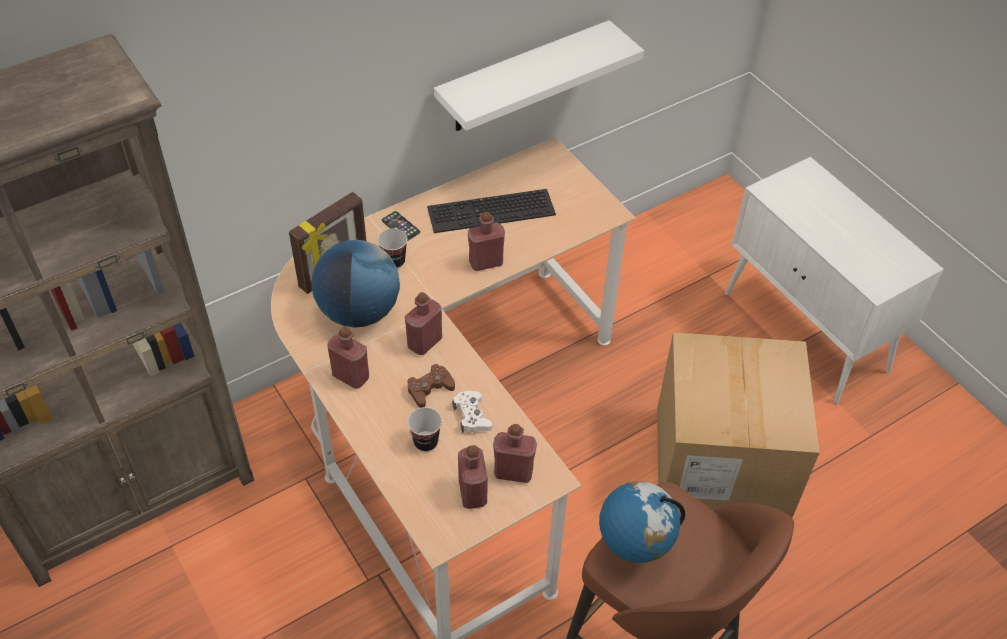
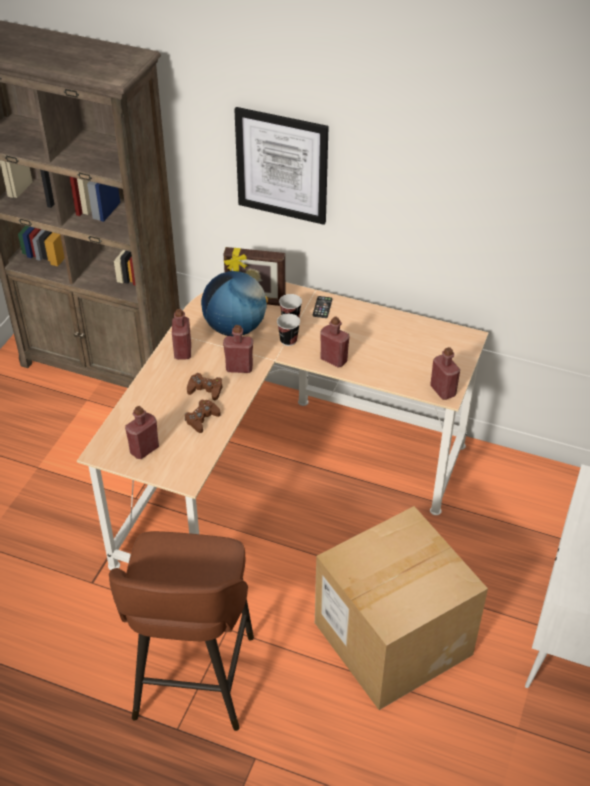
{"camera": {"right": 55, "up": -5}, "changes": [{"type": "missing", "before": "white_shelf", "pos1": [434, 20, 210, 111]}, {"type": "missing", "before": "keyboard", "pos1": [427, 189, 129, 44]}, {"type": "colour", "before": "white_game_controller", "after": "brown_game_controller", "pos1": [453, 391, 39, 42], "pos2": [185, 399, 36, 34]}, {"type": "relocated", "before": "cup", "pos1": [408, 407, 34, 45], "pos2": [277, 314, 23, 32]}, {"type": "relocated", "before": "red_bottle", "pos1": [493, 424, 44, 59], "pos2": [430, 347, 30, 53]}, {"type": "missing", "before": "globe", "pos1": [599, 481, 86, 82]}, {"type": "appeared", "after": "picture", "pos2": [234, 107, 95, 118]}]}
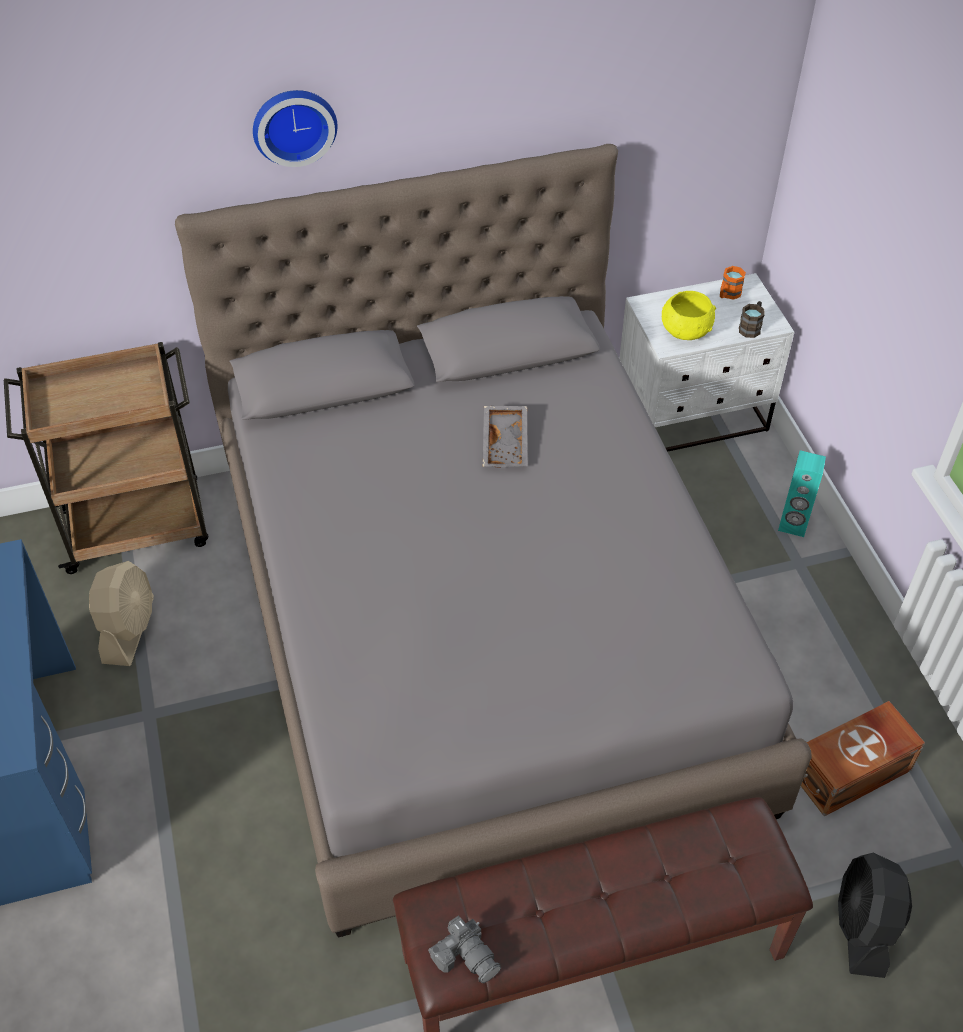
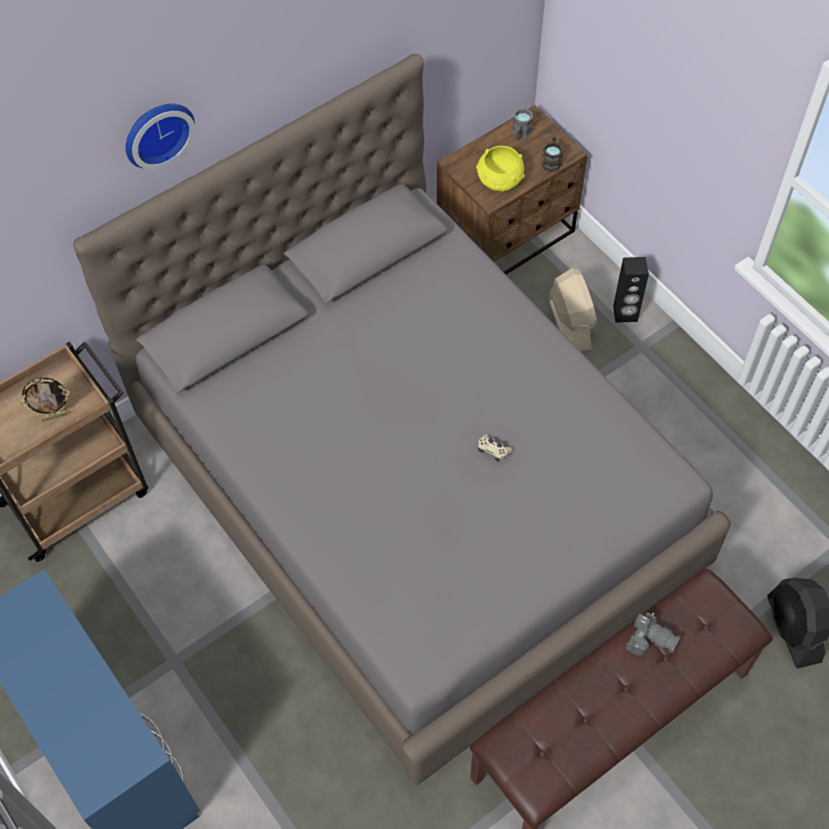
{"camera": {"right": -20, "up": 10}, "changes": [{"type": "colour", "before": "orange_mug", "after": "grey_mug", "pos1": [720, 266, 26, 34], "pos2": [513, 108, 20, 32]}, {"type": "colour", "before": "white_nightstand", "after": "brown_nightstand", "pos1": [619, 273, 175, 179], "pos2": [437, 105, 151, 169]}, {"type": "missing", "before": "grey_tray", "pos1": [483, 406, 45, 61]}, {"type": "colour", "before": "turquoise_speaker", "after": "black_speaker", "pos1": [778, 450, 48, 87], "pos2": [613, 257, 36, 66]}, {"type": "relocated", "before": "beige_fan", "pos1": [89, 561, 65, 105], "pos2": [549, 268, 48, 83]}, {"type": "missing", "before": "brown_storage_box", "pos1": [801, 701, 124, 115]}, {"type": "relocated", "before": "photo_camera", "pos1": [428, 915, 73, 68], "pos2": [626, 612, 55, 44]}, {"type": "appeared", "after": "picture_frame", "pos2": [20, 377, 50, 44]}, {"type": "appeared", "after": "beige_game_controller", "pos2": [478, 434, 34, 28]}]}
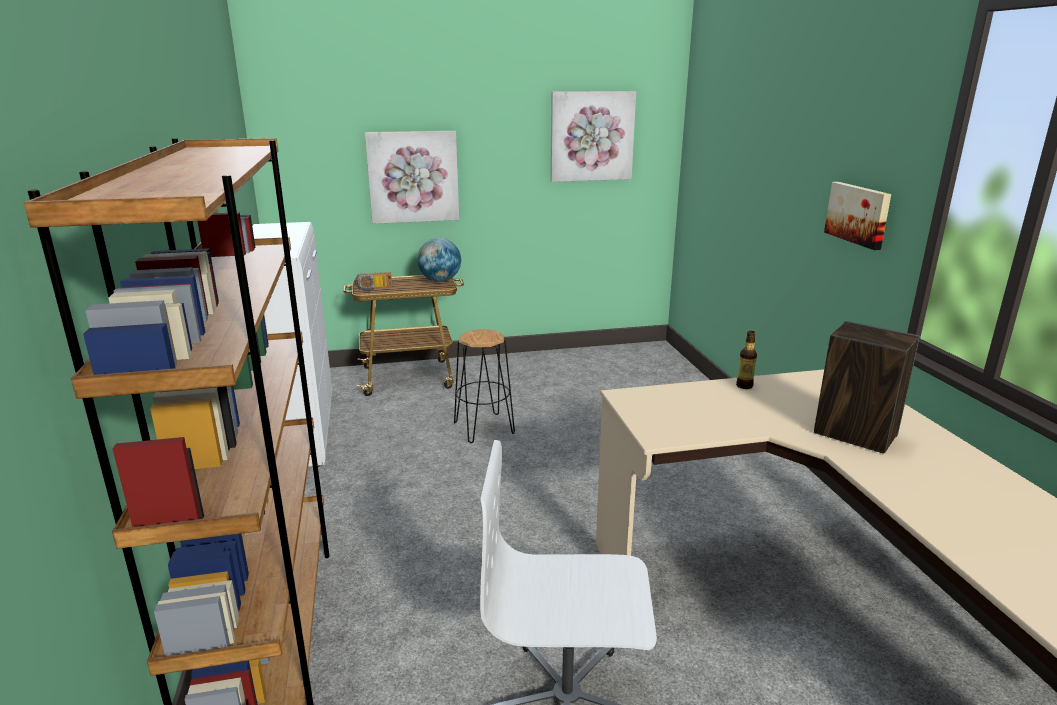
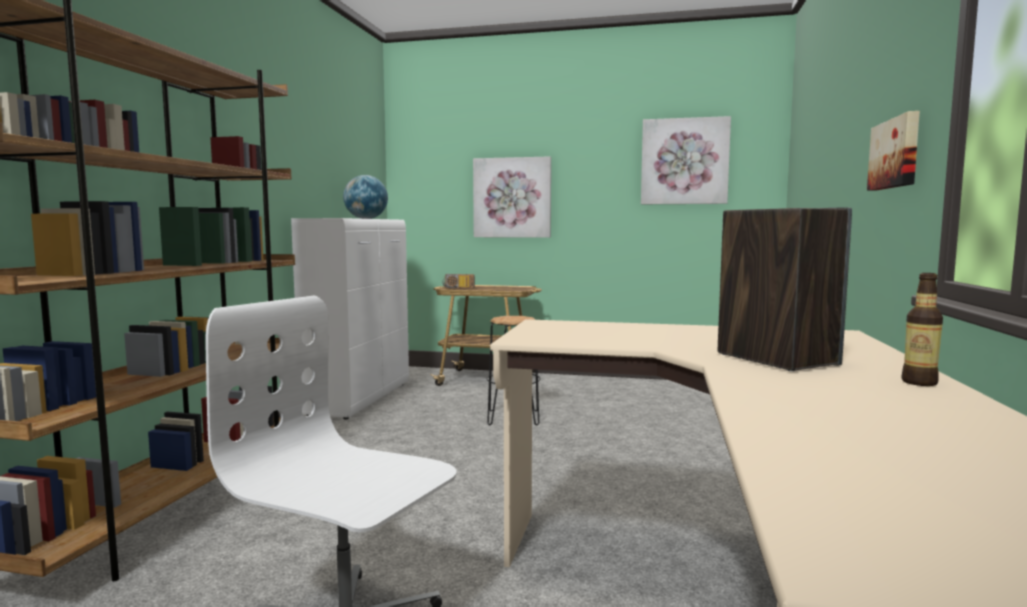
{"camera": {"right": 25, "up": -15}, "changes": [{"type": "relocated", "before": "globe", "pos1": [417, 238, 44, 44], "pos2": [343, 175, 45, 44]}, {"type": "relocated", "before": "bottle", "pos1": [736, 331, 21, 58], "pos2": [901, 273, 42, 113]}]}
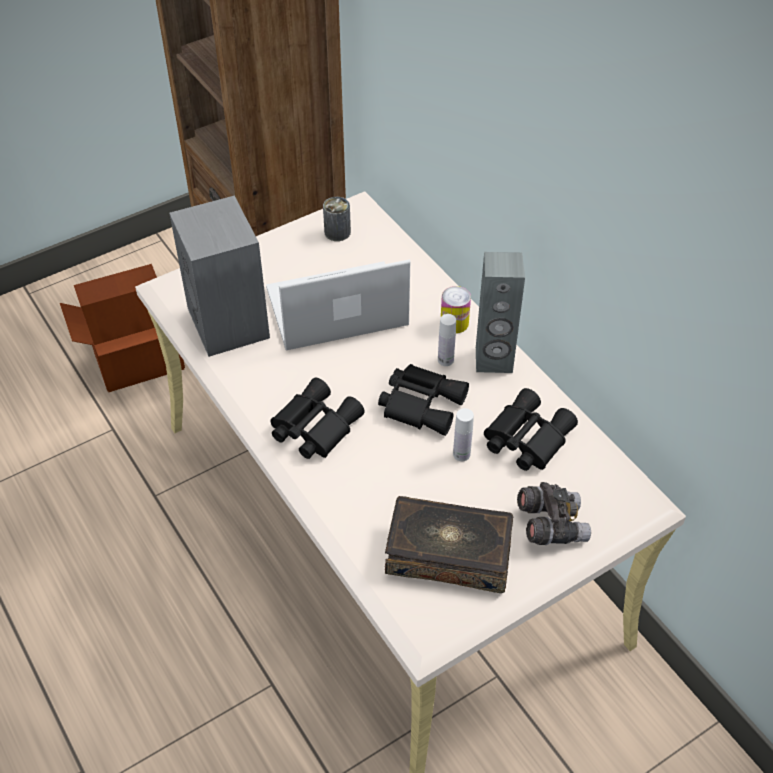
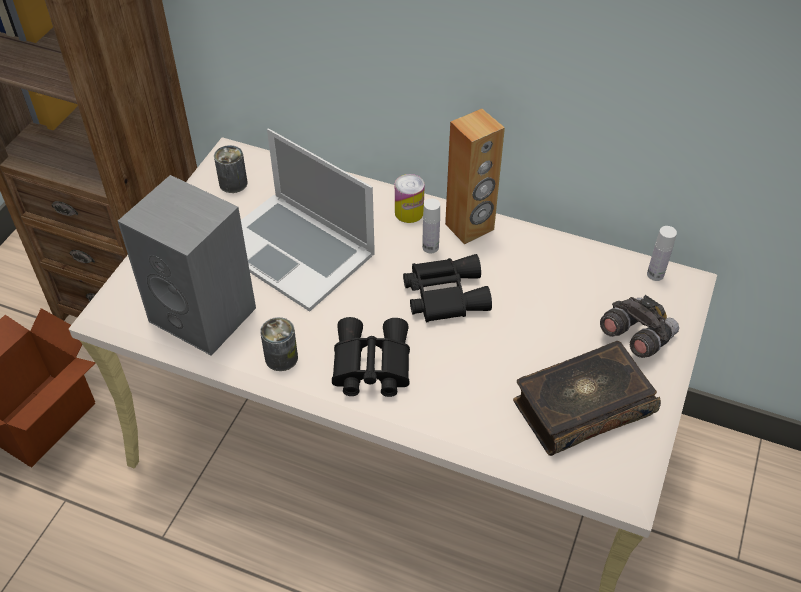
{"camera": {"right": -35, "up": 0}, "changes": [{"type": "colour", "before": "grey_speaker", "after": "brown_speaker", "pos1": [476, 252, 49, 121], "pos2": [445, 108, 60, 136]}, {"type": "spun", "before": "laptop", "pos1": [266, 259, 144, 91], "pos2": [241, 128, 134, 184], "turn": -90}, {"type": "missing", "before": "black_binoculars", "pos1": [484, 388, 94, 83]}, {"type": "relocated", "before": "white_bottle", "pos1": [453, 408, 21, 53], "pos2": [647, 226, 30, 55]}, {"type": "appeared", "after": "can", "pos2": [260, 317, 38, 54]}]}
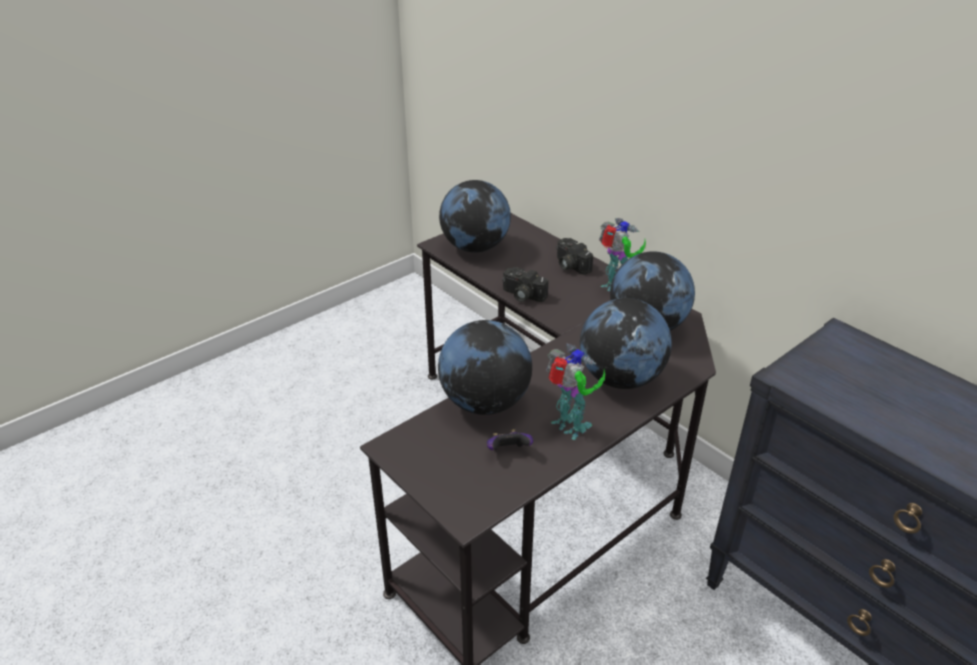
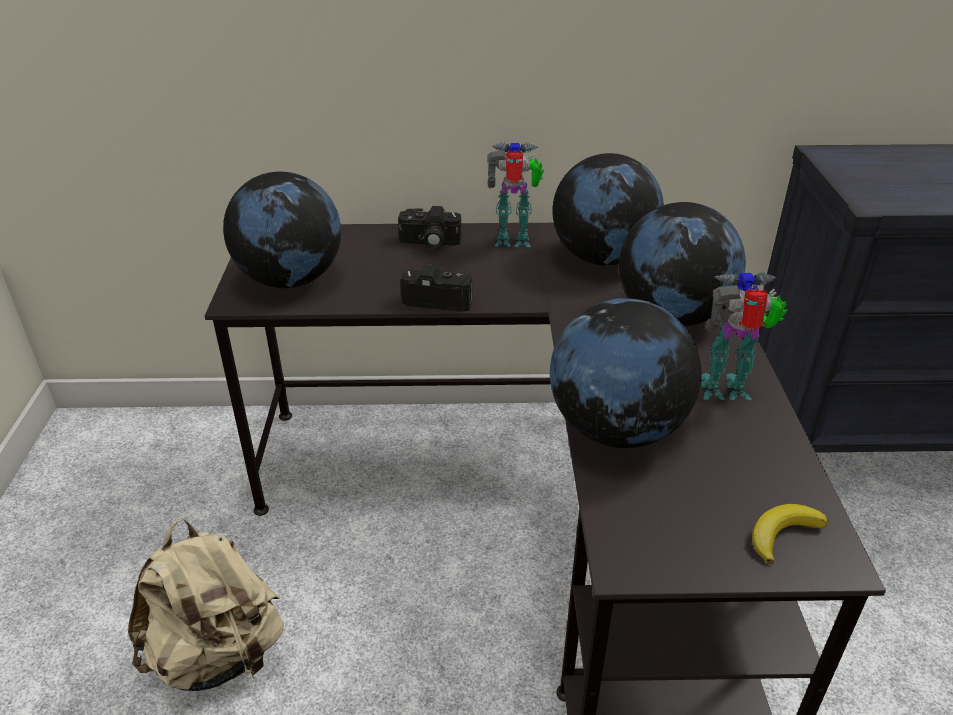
{"camera": {"right": -50, "up": 0}, "changes": [{"type": "spun", "before": "photo_camera", "pos1": [502, 267, 47, 35], "pos2": [400, 264, 72, 48], "turn": -150}, {"type": "missing", "before": "game_controller", "pos1": [487, 429, 46, 21]}, {"type": "appeared", "after": "banana", "pos2": [752, 504, 76, 61]}, {"type": "appeared", "after": "beige_backpack", "pos2": [128, 518, 156, 173]}]}
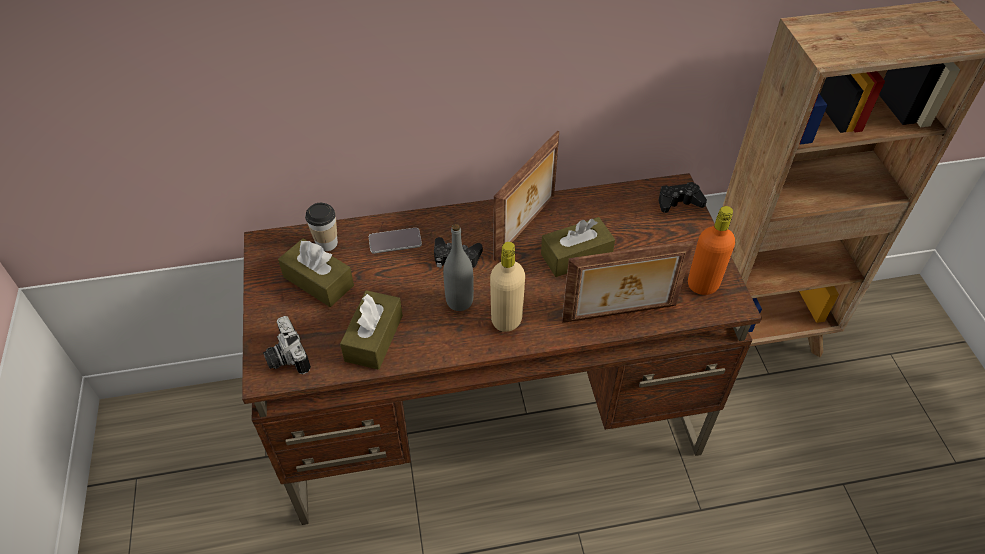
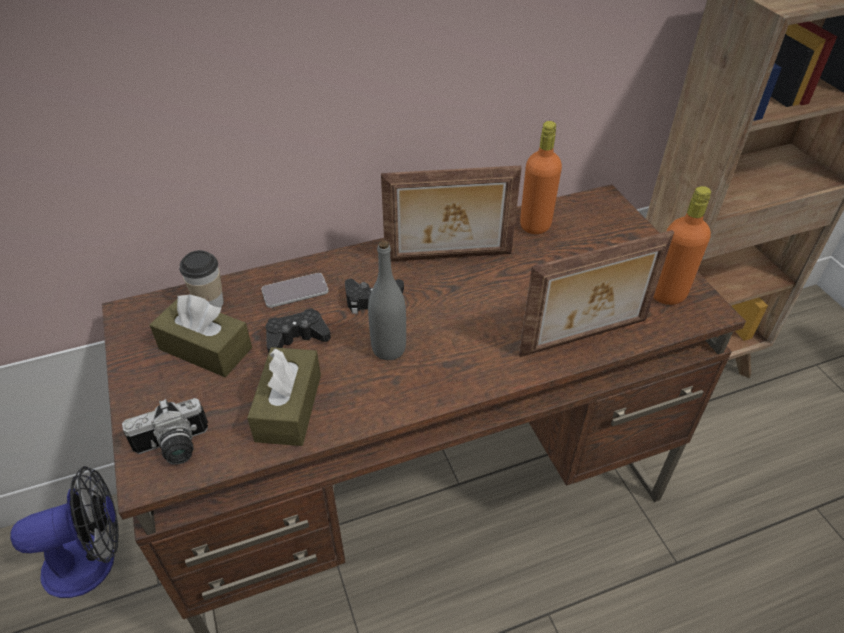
{"camera": {"right": -10, "up": -5}, "changes": [{"type": "spun", "before": "picture_frame", "pos1": [494, 131, 65, 130], "pos2": [381, 165, 141, 97], "turn": 60}, {"type": "relocated", "before": "black_game_controller", "pos1": [658, 182, 49, 31], "pos2": [266, 308, 65, 45]}, {"type": "missing", "before": "brown_tissue_box", "pos1": [541, 217, 74, 60]}, {"type": "missing", "before": "beige_bottle", "pos1": [490, 242, 35, 90]}, {"type": "spun", "before": "photo_camera", "pos1": [263, 316, 48, 58], "pos2": [122, 398, 86, 67], "turn": -75}, {"type": "appeared", "after": "orange_bottle", "pos2": [520, 121, 42, 113]}, {"type": "appeared", "after": "fan", "pos2": [10, 466, 109, 132]}]}
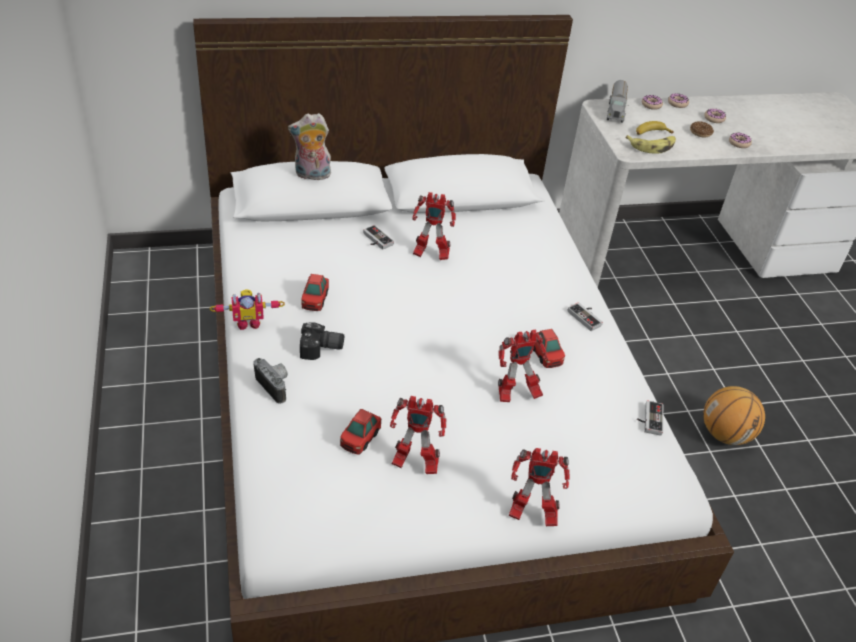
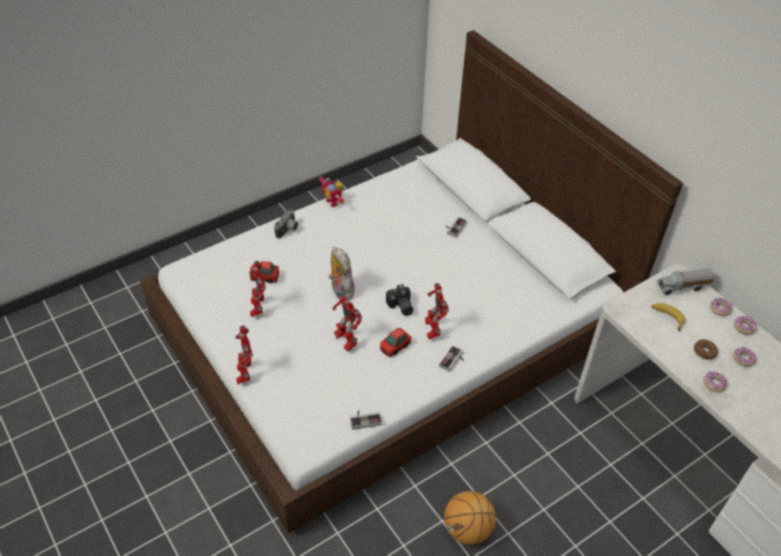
{"camera": {"right": 70, "up": 5}, "changes": [{"type": "relocated", "before": "plush_toy", "pos1": [288, 113, 43, 67], "pos2": [329, 247, 26, 53]}, {"type": "missing", "before": "banana", "pos1": [626, 135, 50, 18]}, {"type": "relocated", "before": "toy_robot", "pos1": [412, 192, 44, 68], "pos2": [425, 283, 24, 56]}, {"type": "missing", "before": "toy_car", "pos1": [301, 274, 28, 37]}, {"type": "relocated", "before": "photo_camera", "pos1": [300, 322, 44, 38], "pos2": [386, 284, 27, 32]}]}
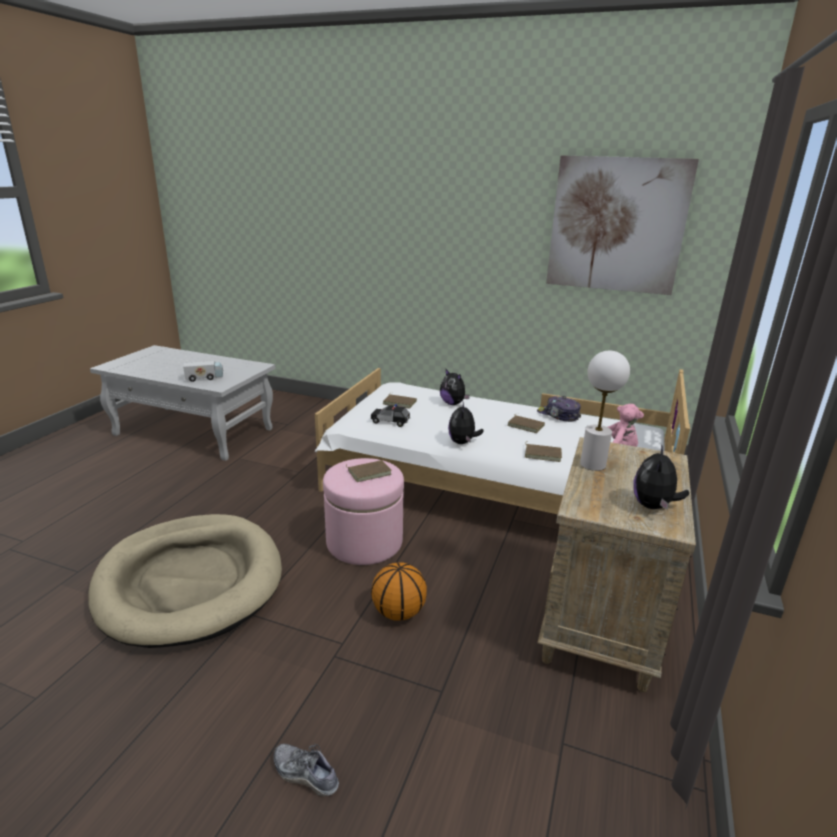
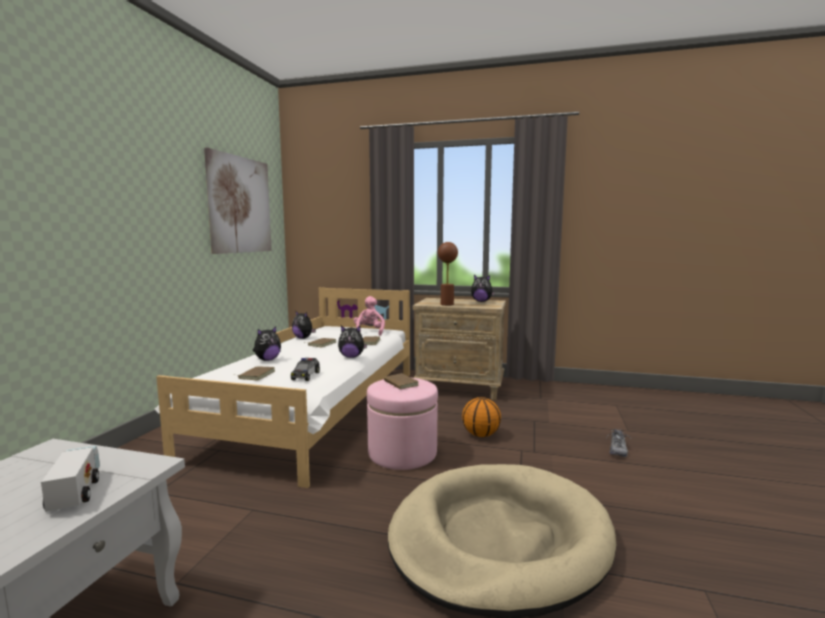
{"camera": {"right": -95, "up": -15}, "changes": [{"type": "colour", "before": "white_table_lamp", "after": "brown_table_lamp", "pos1": [580, 350, 50, 121], "pos2": [438, 242, 20, 64]}, {"type": "exchanged", "before": "cap", "after": "plush_toy", "pos1": [537, 396, 44, 26], "pos2": [292, 311, 24, 28]}]}
